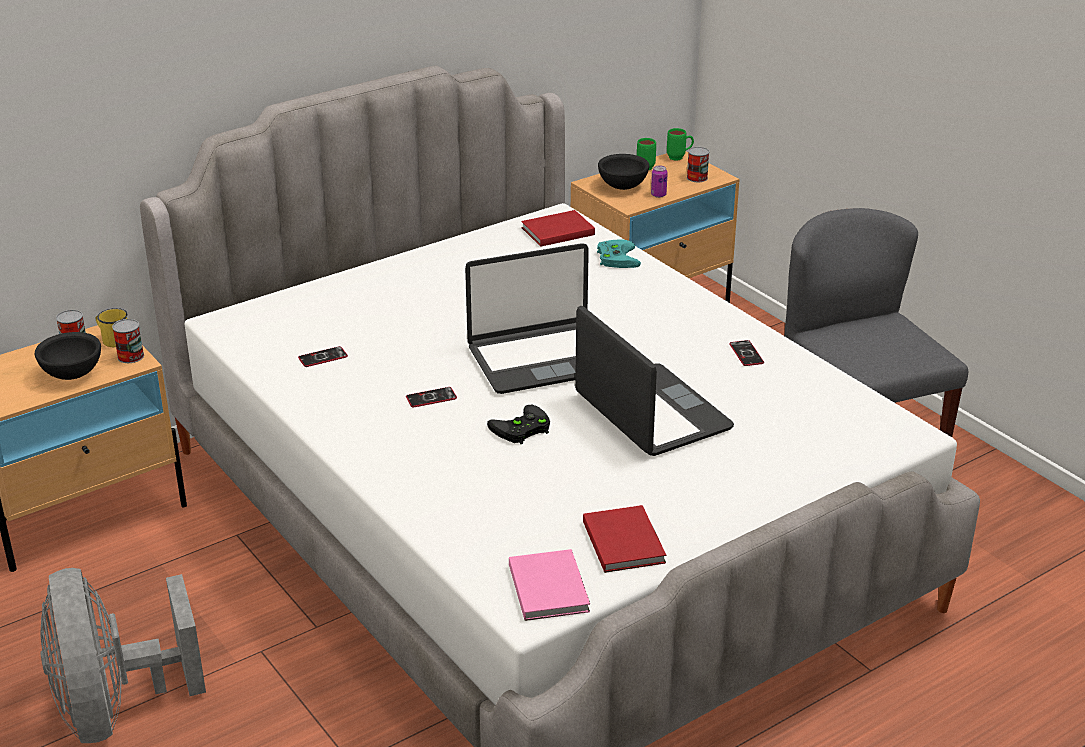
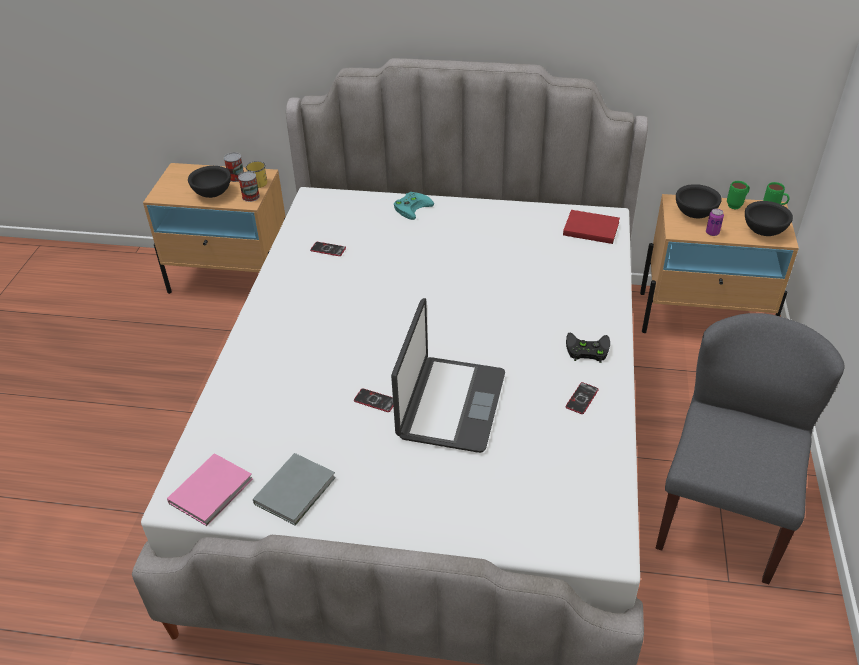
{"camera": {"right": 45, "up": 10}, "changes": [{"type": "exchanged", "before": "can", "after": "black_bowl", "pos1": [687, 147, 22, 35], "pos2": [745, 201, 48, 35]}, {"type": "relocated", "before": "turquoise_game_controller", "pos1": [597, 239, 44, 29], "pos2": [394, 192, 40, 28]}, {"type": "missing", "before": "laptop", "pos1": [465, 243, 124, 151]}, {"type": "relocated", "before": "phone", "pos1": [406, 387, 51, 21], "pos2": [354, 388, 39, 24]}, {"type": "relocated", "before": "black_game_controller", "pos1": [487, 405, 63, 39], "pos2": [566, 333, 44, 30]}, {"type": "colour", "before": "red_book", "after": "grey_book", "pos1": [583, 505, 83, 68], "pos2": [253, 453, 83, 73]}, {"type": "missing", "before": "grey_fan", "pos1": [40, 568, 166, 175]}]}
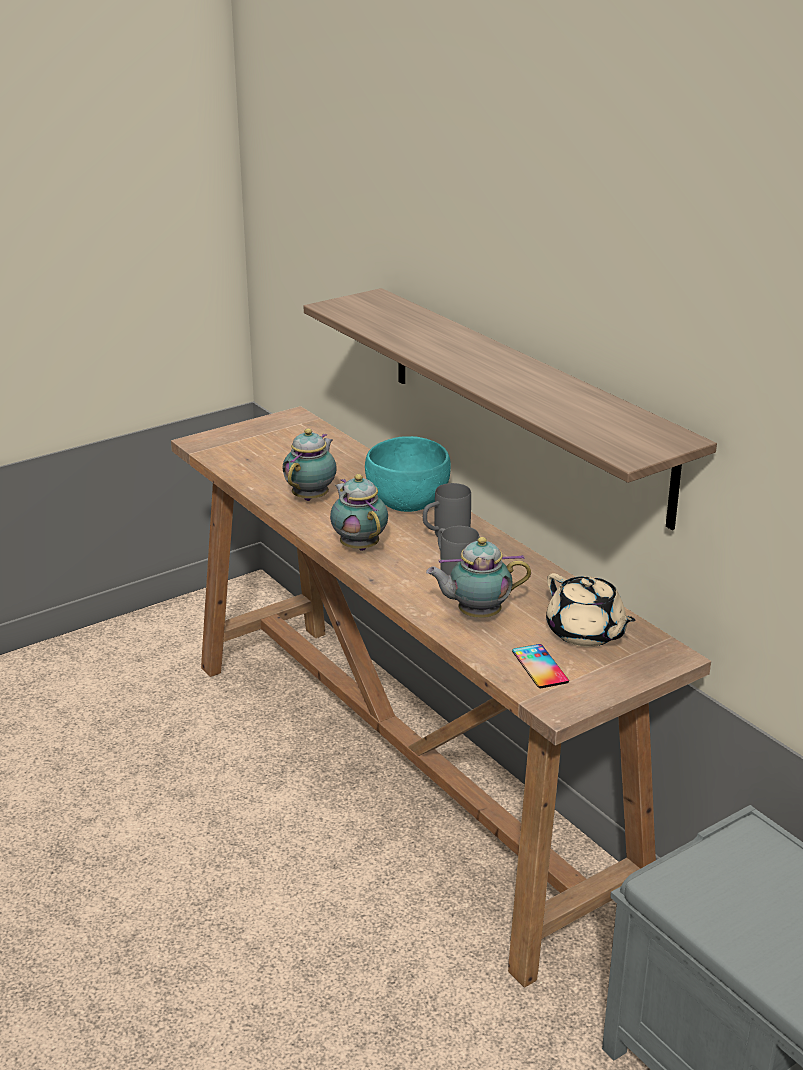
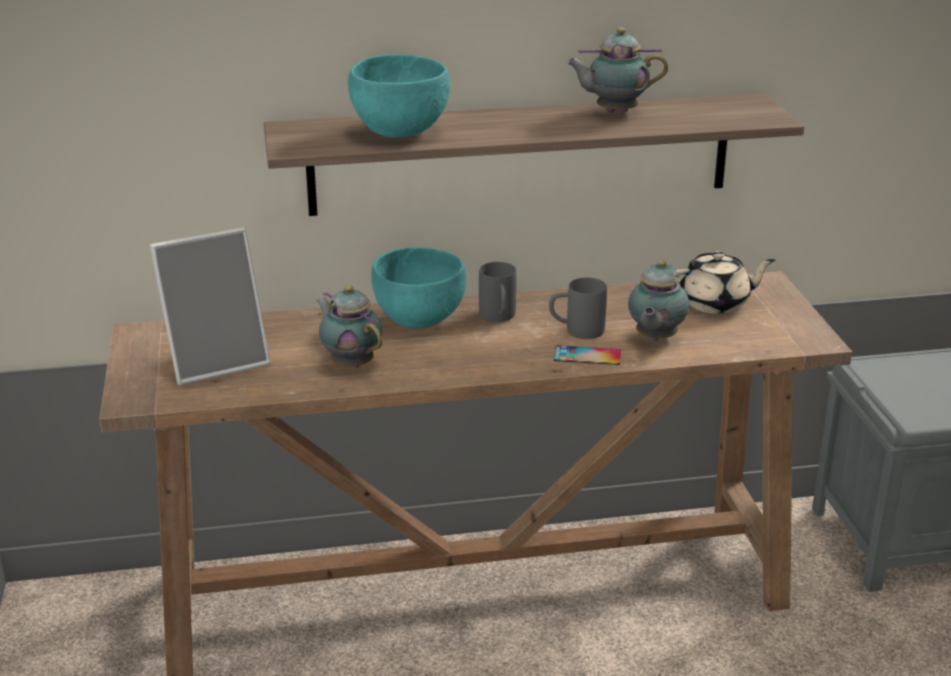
{"camera": {"right": -65, "up": 0}, "changes": [{"type": "relocated", "before": "teapot", "pos1": [330, 474, 58, 77], "pos2": [566, 27, 102, 86]}, {"type": "relocated", "before": "phone", "pos1": [512, 644, 57, 44], "pos2": [554, 345, 67, 20]}, {"type": "appeared", "after": "turquoise_bowl", "pos2": [348, 54, 102, 84]}, {"type": "appeared", "after": "picture_frame", "pos2": [150, 227, 121, 158]}]}
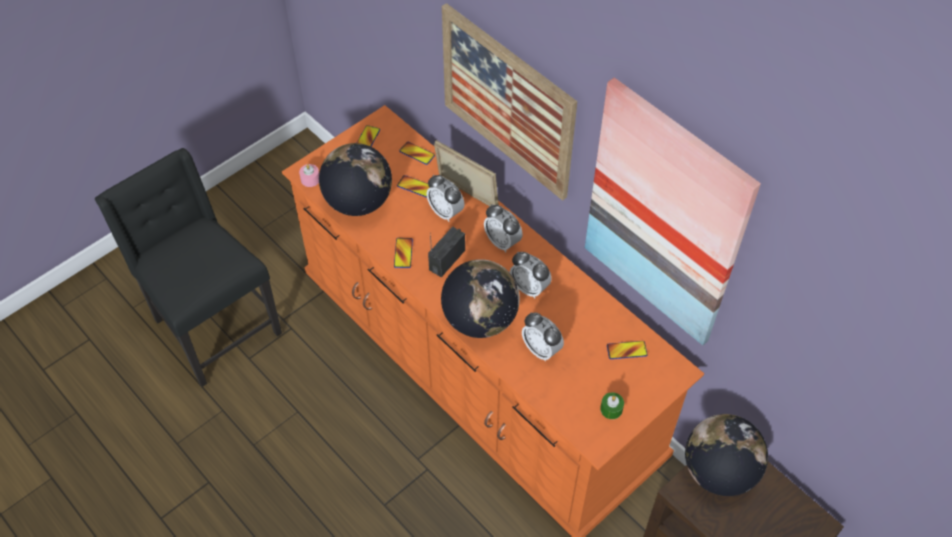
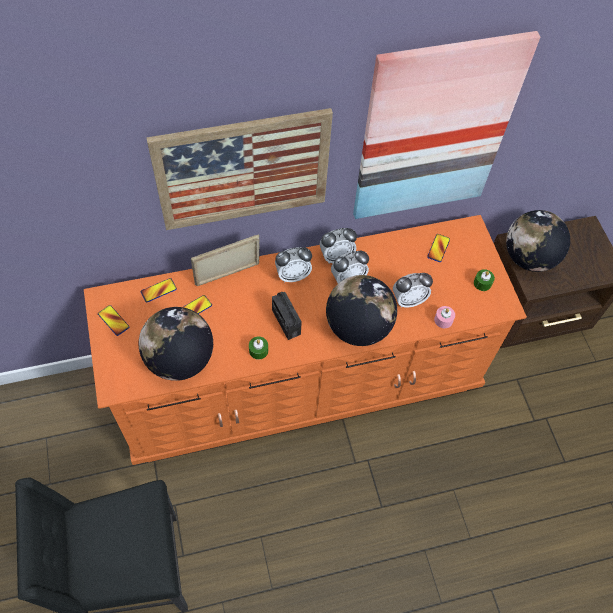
{"camera": {"right": -65, "up": 5}, "changes": [{"type": "relocated", "before": "pink_candle", "pos1": [299, 164, 20, 23], "pos2": [434, 306, 21, 22]}, {"type": "relocated", "before": "alarm_clock", "pos1": [426, 175, 38, 47], "pos2": [320, 228, 37, 36]}, {"type": "exchanged", "before": "phone", "after": "green_candle", "pos1": [394, 238, 19, 30], "pos2": [249, 336, 19, 24]}]}
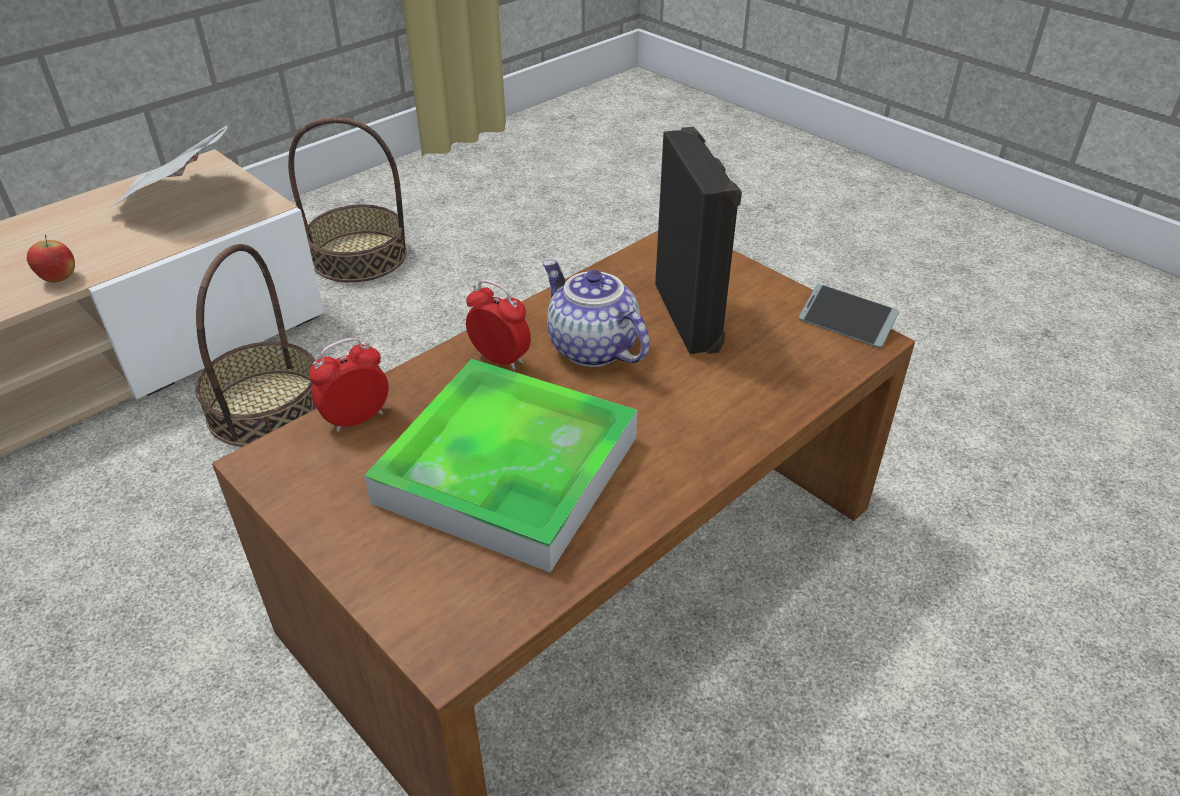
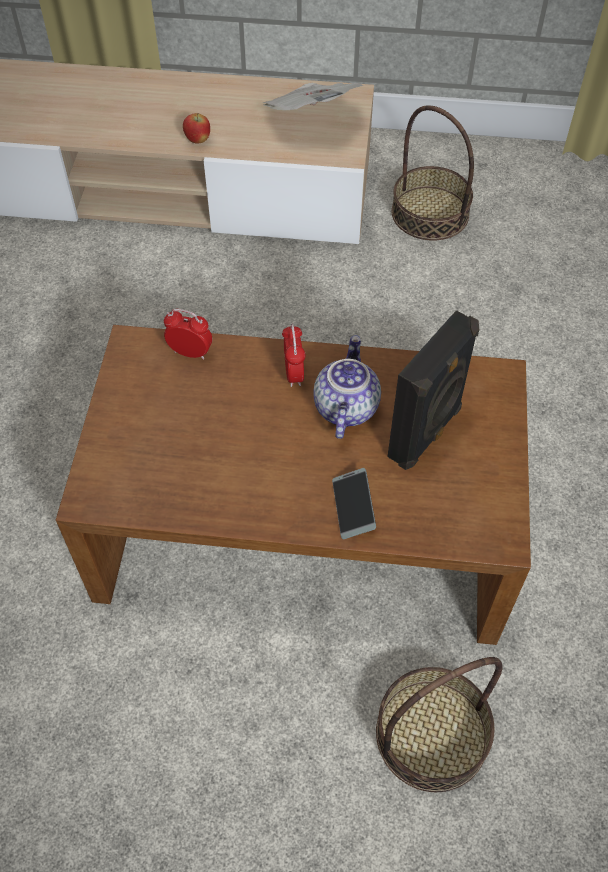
{"camera": {"right": 50, "up": 15}, "changes": [{"type": "relocated", "before": "basket", "pos1": [195, 244, 121, 203], "pos2": [376, 657, 127, 135]}, {"type": "relocated", "before": "phone", "pos1": [799, 284, 100, 64], "pos2": [332, 468, 44, 71]}, {"type": "missing", "before": "tray", "pos1": [364, 359, 273, 213]}]}
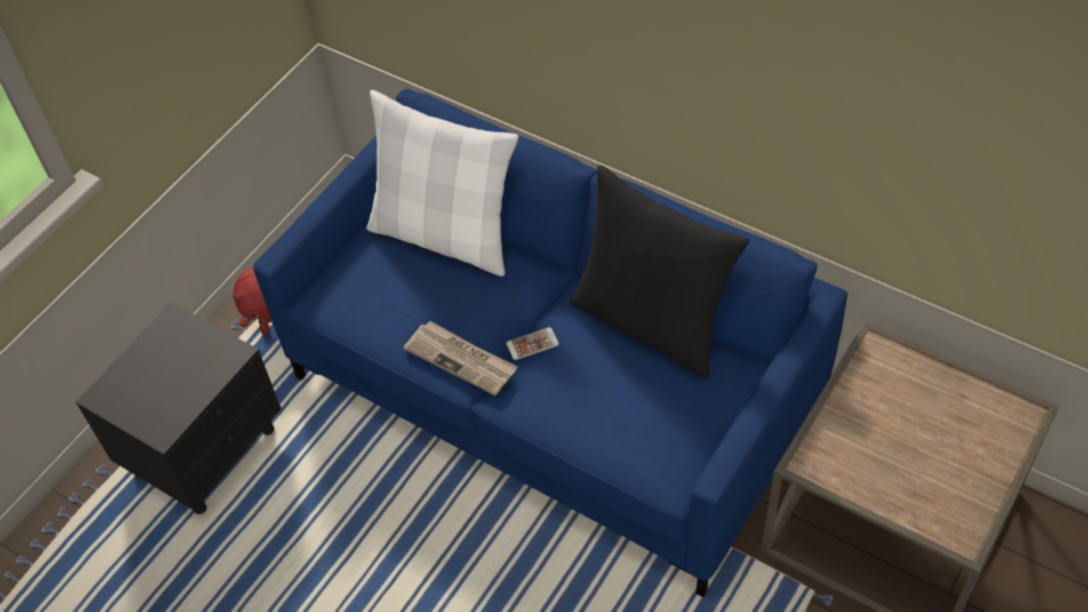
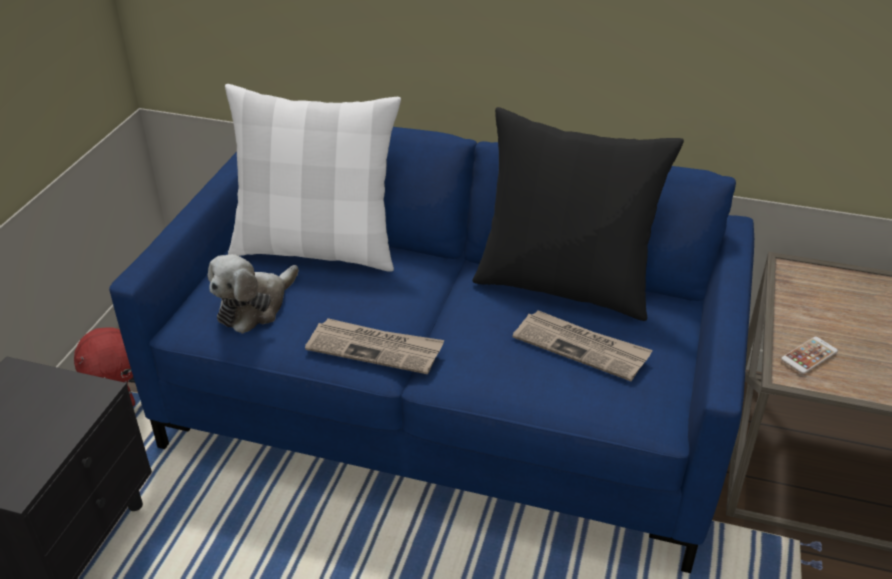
{"camera": {"right": -20, "up": -15}, "changes": [{"type": "relocated", "before": "phone", "pos1": [506, 327, 53, 33], "pos2": [781, 336, 57, 38]}, {"type": "appeared", "after": "plush_toy", "pos2": [208, 254, 91, 80]}, {"type": "appeared", "after": "newspaper", "pos2": [513, 310, 140, 71]}]}
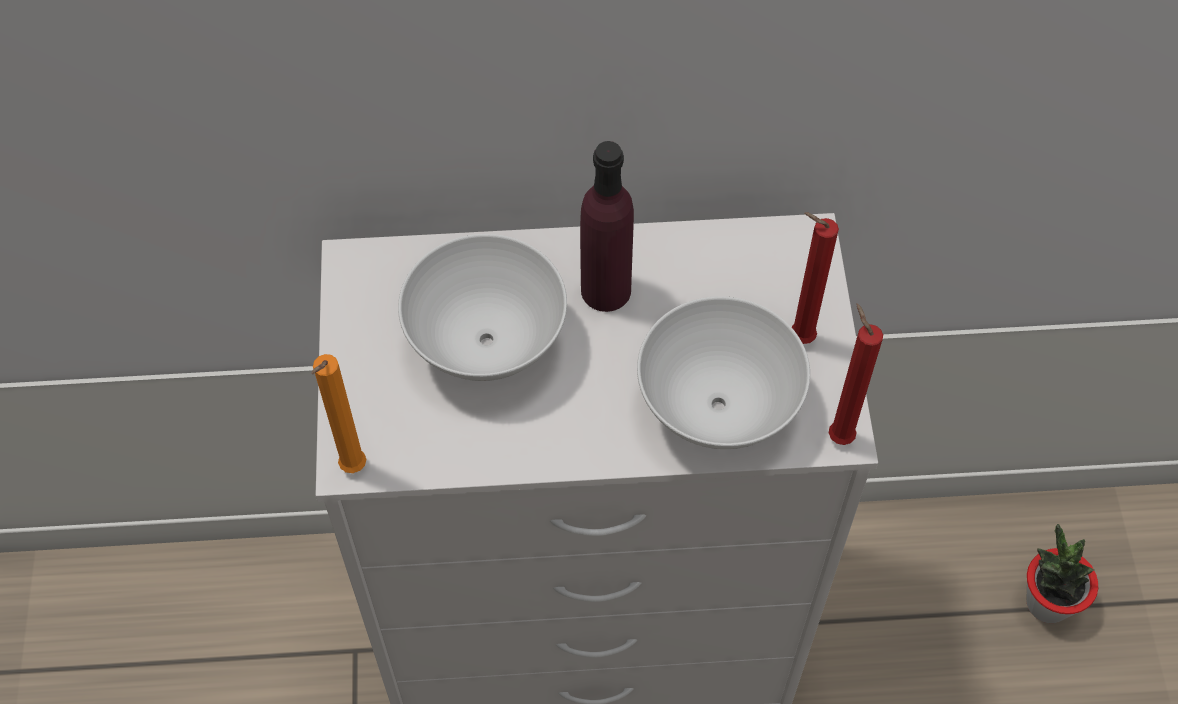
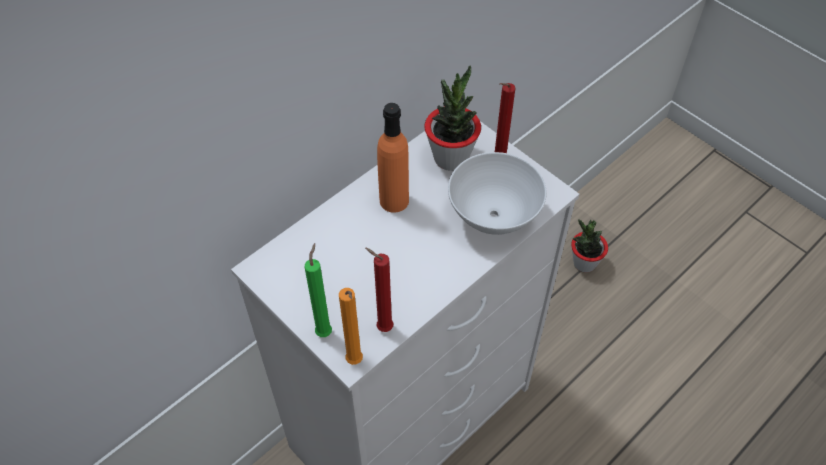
{"camera": {"right": -40, "up": -5}, "changes": [{"type": "colour", "before": "purple_bottle", "after": "orange_bottle", "pos1": [580, 141, 54, 171], "pos2": [377, 103, 32, 110]}, {"type": "missing", "before": "white_bowl", "pos1": [398, 234, 169, 147]}, {"type": "relocated", "before": "red_candle", "pos1": [829, 304, 54, 141], "pos2": [365, 248, 28, 84]}, {"type": "appeared", "after": "potted_plant", "pos2": [425, 65, 56, 106]}, {"type": "appeared", "after": "green_candle", "pos2": [305, 243, 27, 94]}]}
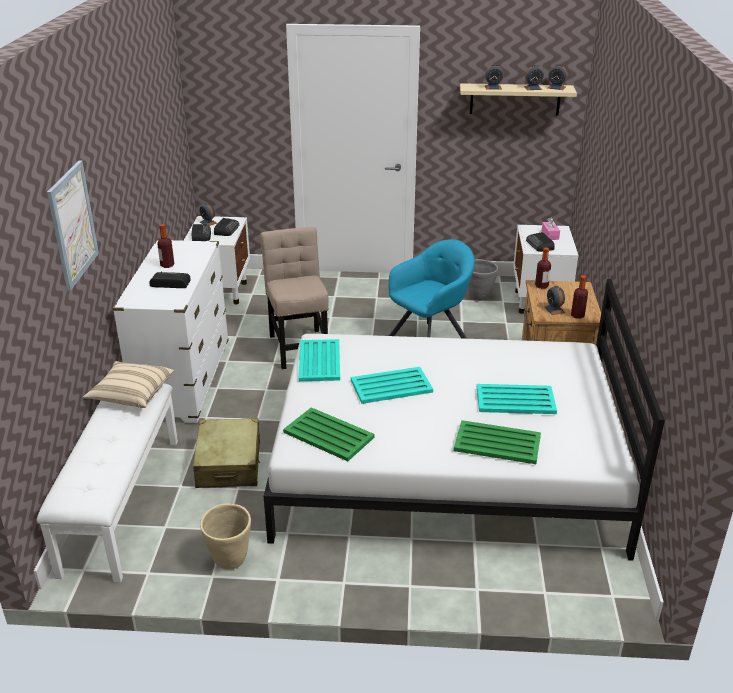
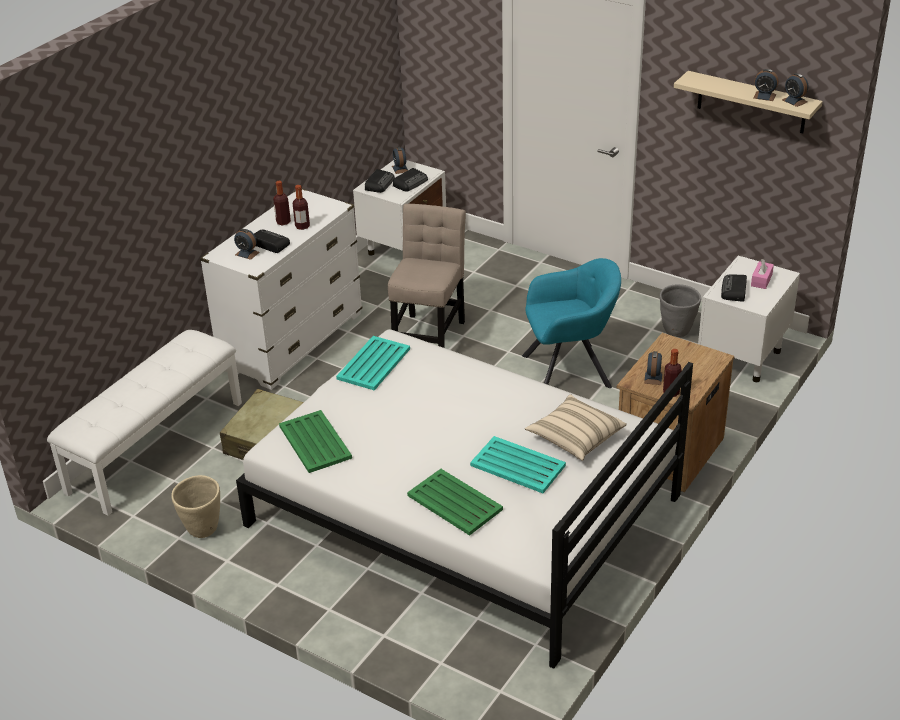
{"camera": {"right": 30, "up": 5}, "changes": [{"type": "relocated", "before": "alarm_clock", "pos1": [485, 64, 19, 25], "pos2": [234, 229, 26, 31]}, {"type": "missing", "before": "picture", "pos1": [47, 160, 52, 131]}, {"type": "relocated", "before": "bottle", "pos1": [535, 247, 16, 42], "pos2": [292, 185, 18, 45]}, {"type": "relocated", "before": "beige_pillow", "pos1": [83, 361, 91, 47], "pos2": [525, 394, 102, 67]}, {"type": "missing", "before": "turquoise_tray", "pos1": [351, 367, 82, 37]}]}
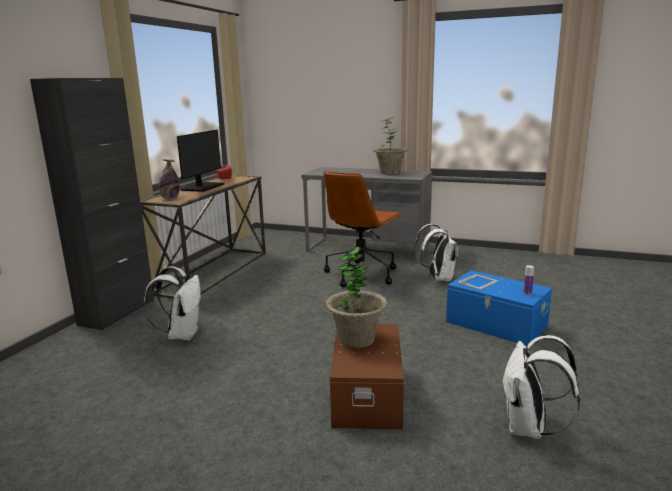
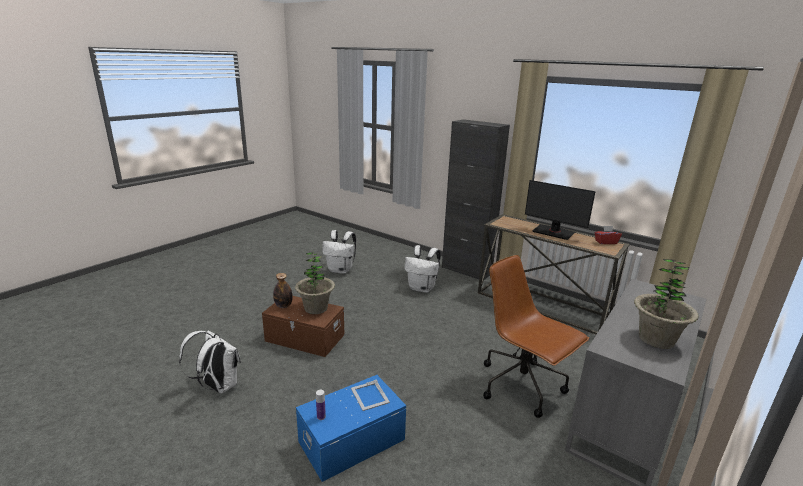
{"camera": {"right": 105, "up": 5}, "changes": [{"type": "relocated", "before": "bottle", "pos1": [159, 159, 21, 40], "pos2": [273, 273, 20, 35]}, {"type": "relocated", "before": "white_backpack", "pos1": [414, 224, 44, 57], "pos2": [322, 230, 34, 44]}]}
